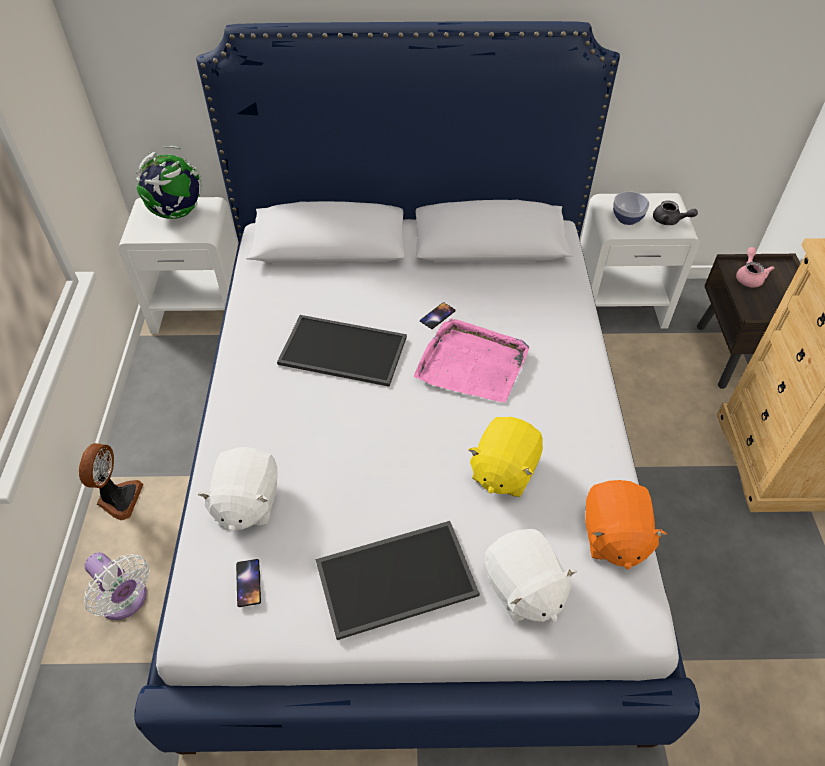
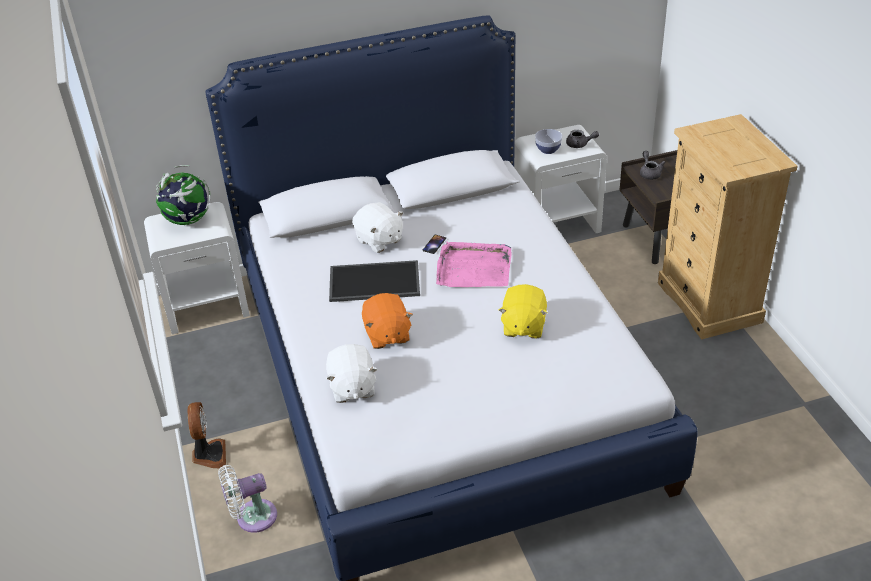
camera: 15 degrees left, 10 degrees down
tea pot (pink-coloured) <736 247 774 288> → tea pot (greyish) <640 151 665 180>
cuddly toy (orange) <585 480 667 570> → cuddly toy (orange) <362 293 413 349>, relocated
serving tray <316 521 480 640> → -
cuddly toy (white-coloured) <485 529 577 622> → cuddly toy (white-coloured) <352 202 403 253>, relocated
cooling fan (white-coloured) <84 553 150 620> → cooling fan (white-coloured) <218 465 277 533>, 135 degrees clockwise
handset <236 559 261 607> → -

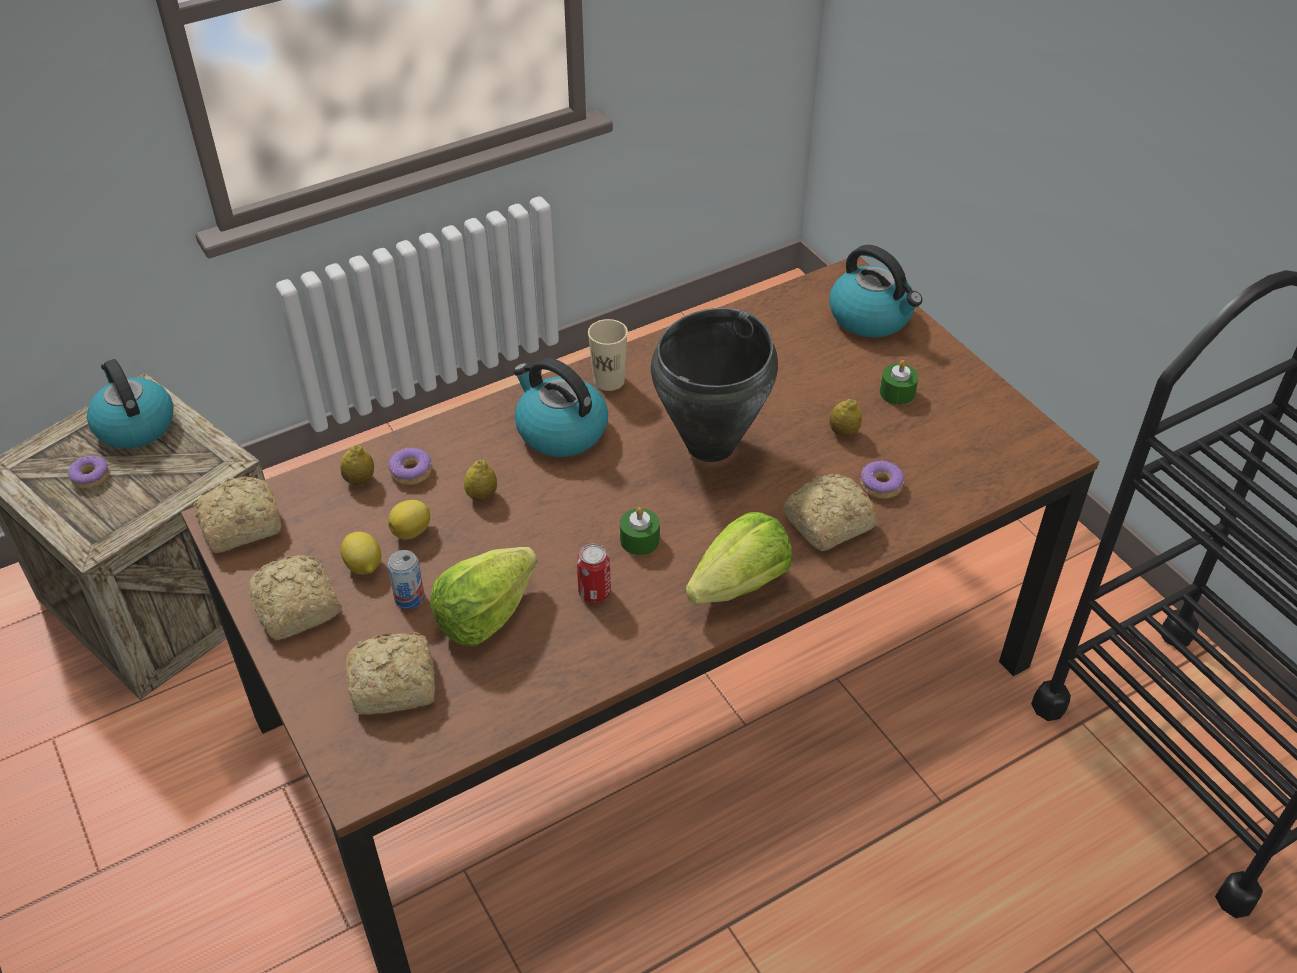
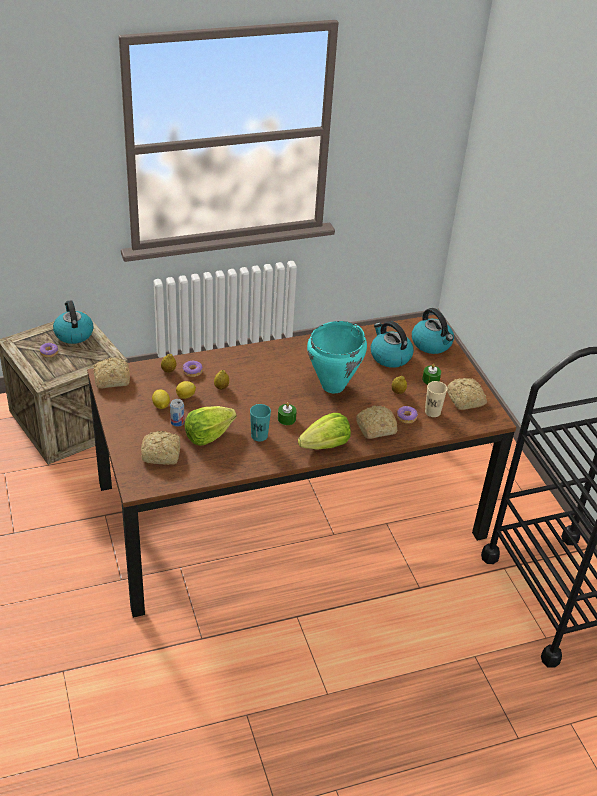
camera: 10 degrees right, 5 degrees down
cooking pot (black-coloured) <651 308 778 462> → cooking pot (turquoise) <307 321 367 393>
cup (beige-coloured) <588 319 628 391> → cup (beige-coloured) <425 381 447 417>, relocated
kettle <513 358 608 457> → kettle <371 321 414 368>, relocated
metal can <577 544 611 603> → cup (turquoise) <250 404 271 441>
bread <249 555 342 640> → bread <447 378 487 410>, relocated

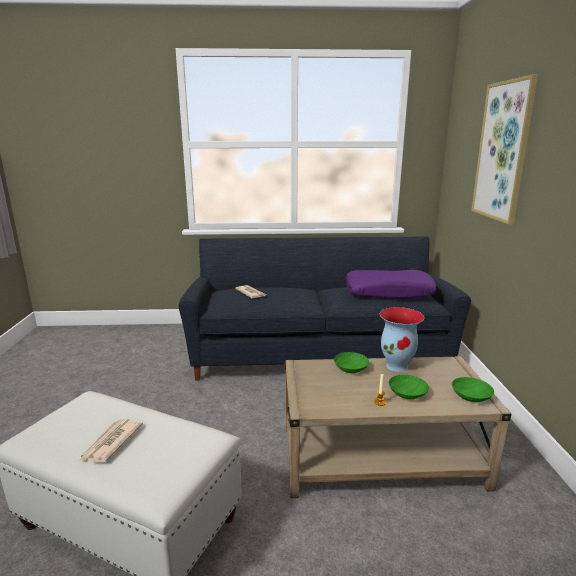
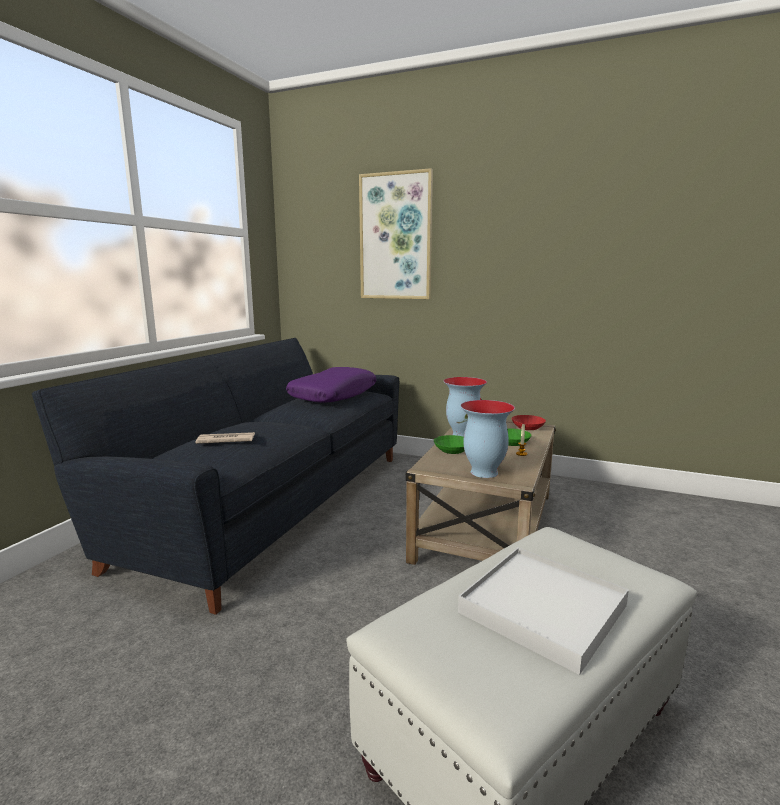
camera: 65 degrees left, 5 degrees down
deep dish (green) <452 377 494 402> → deep dish (red-coloured) <511 415 546 430>
daily paper <79 418 143 463> → serving tray (white-coloured) <458 547 629 675>
- → decorative vase <461 400 515 478>

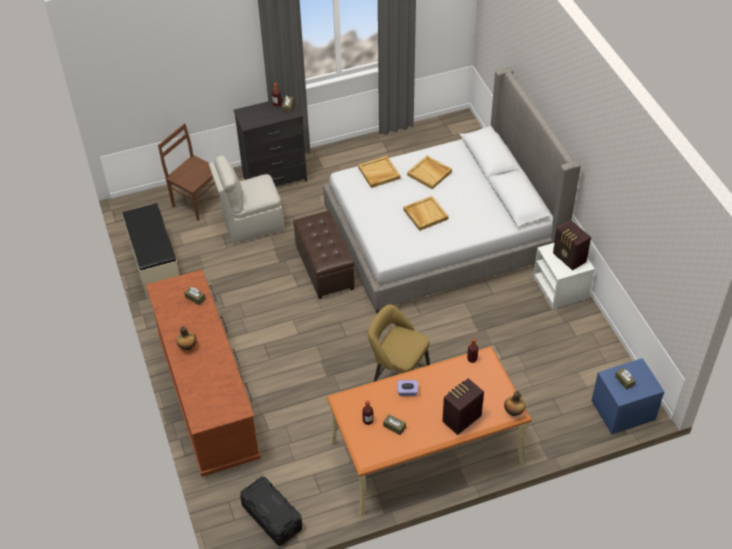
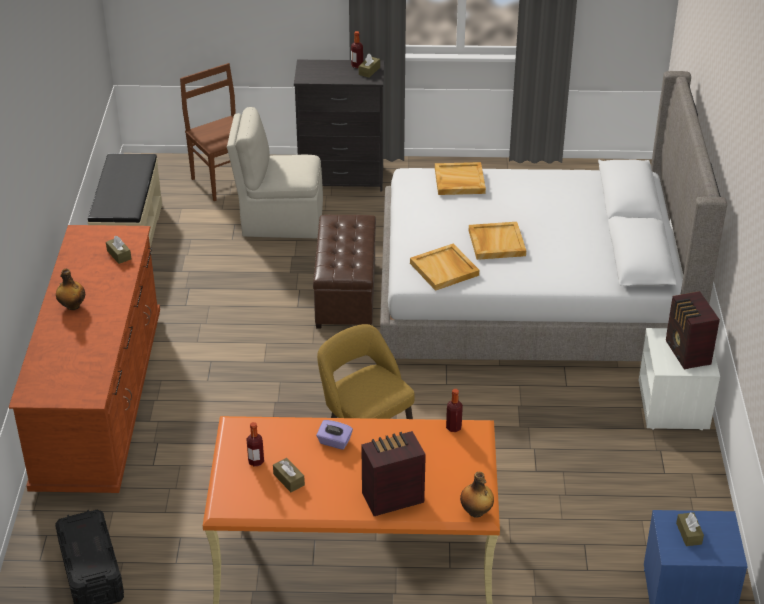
camera: 20 degrees right, 10 degrees down
serving tray (beige-coloured) <407 156 452 189> → serving tray (beige-coloured) <410 244 479 291>, relocated

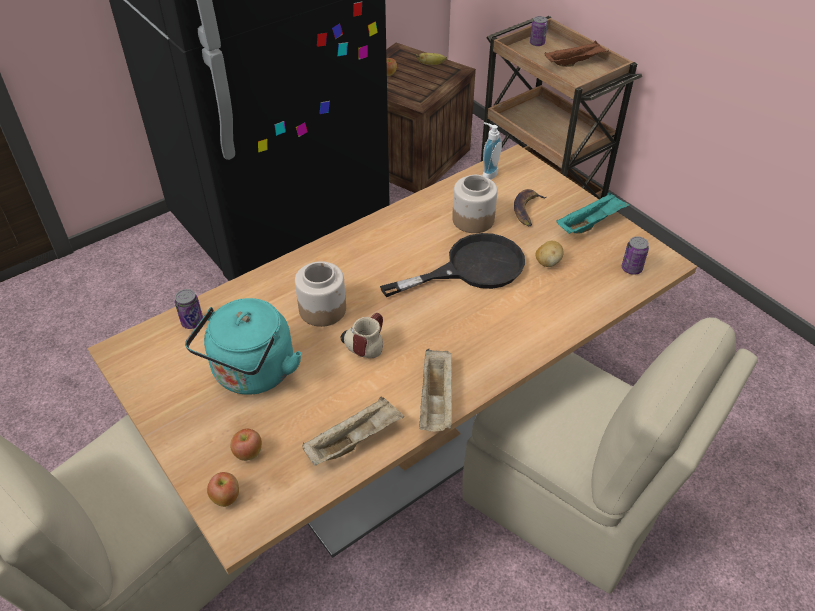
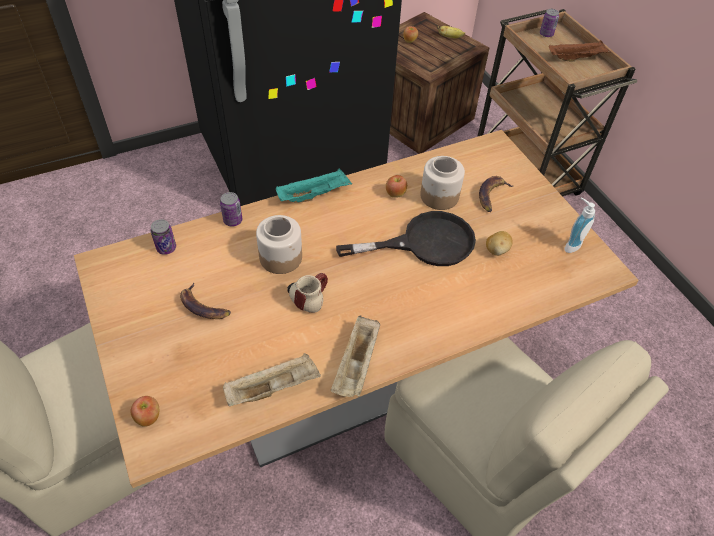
camera: 10 degrees right, 5 degrees up
soap bottle <482 122 502 180> → soap bottle <564 197 595 253>, relocated
serving tray (turquoise) <556 192 630 234> → serving tray (turquoise) <276 168 352 203>, relocated
metal can <622 236 649 275> → metal can <220 192 242 227>, relocated
kettle (turquoise) <185 298 302 395> → whole banana <180 283 231 319>
apple <230 428 262 461> → apple <386 175 407 198>, relocated

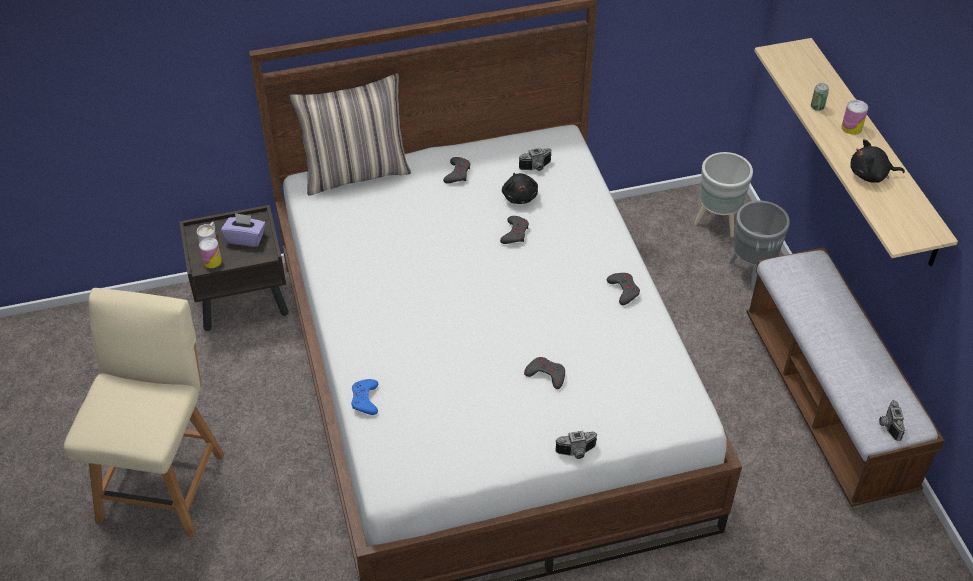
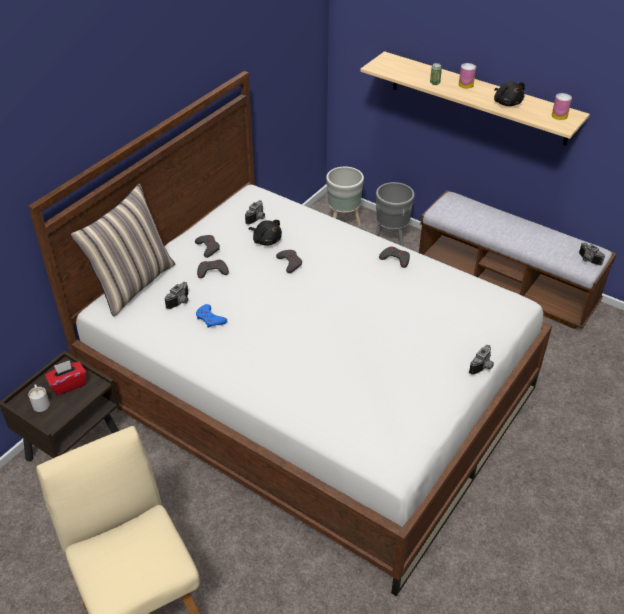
camera: 40 degrees left, 5 degrees down
cuddly toy (black-coloured) <850 139 905 183> → cuddly toy (black-coloured) <494 81 525 106>, 75 degrees counterclockwise
tissue holder (purple) <221 213 266 247> → tissue holder (red-coloured) <45 360 86 395>
metal can <199 238 222 268> → metal can <552 93 572 120>, relocated
gamepad (greyish) <524 357 565 389> → gamepad (greyish) <197 260 229 278>, relocated
gamepad (blue-coloured) <351 379 378 415> → gamepad (blue-coloured) <196 304 227 328>, relocated
- → photo camera <165 282 189 309>

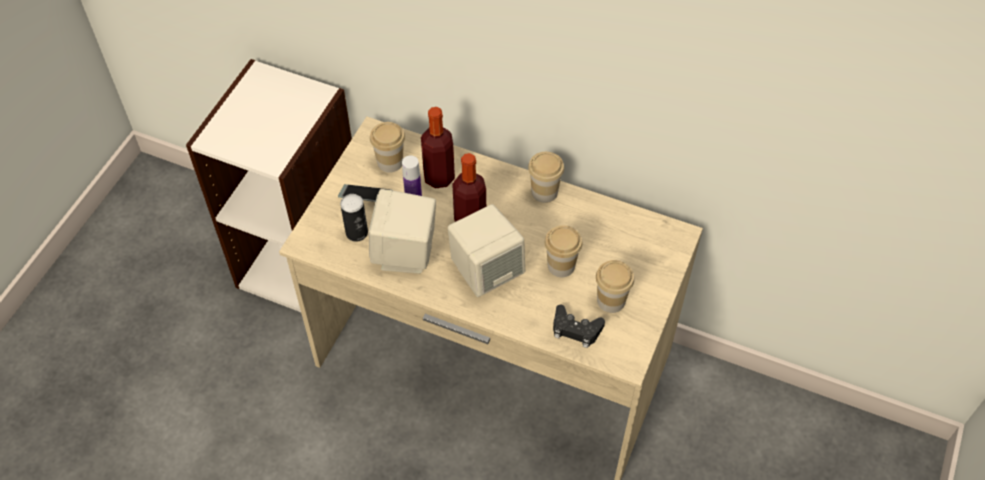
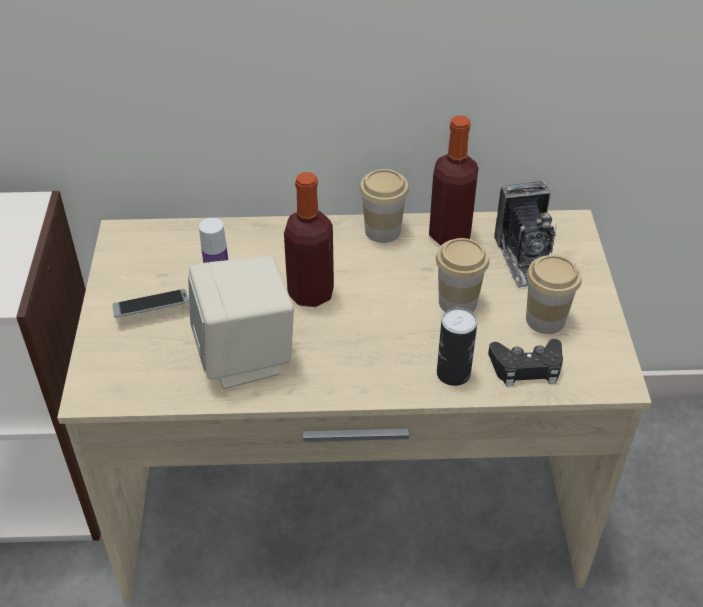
camera: 25 degrees left, 10 degrees down
beverage bottle <421 107 455 189> → beverage bottle <429 115 478 245>, relocated
cup <370 122 405 173> → -
metal can <340 194 368 242> → metal can <437 307 477 386>, relocated
speaker (beige-coloured) <448 204 525 297> → -
- → photo camera <494 181 556 288>

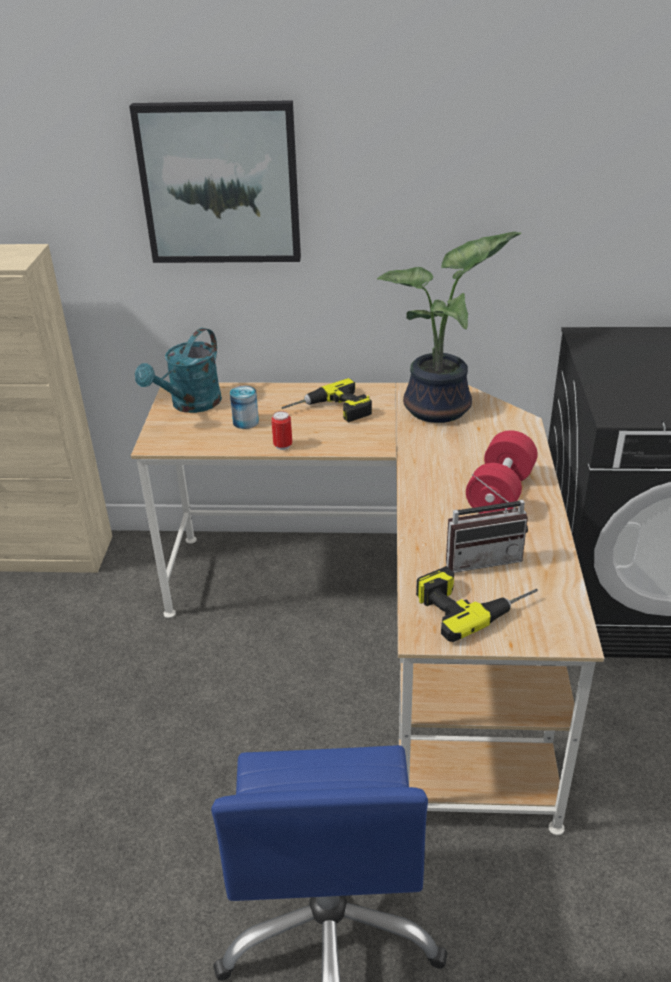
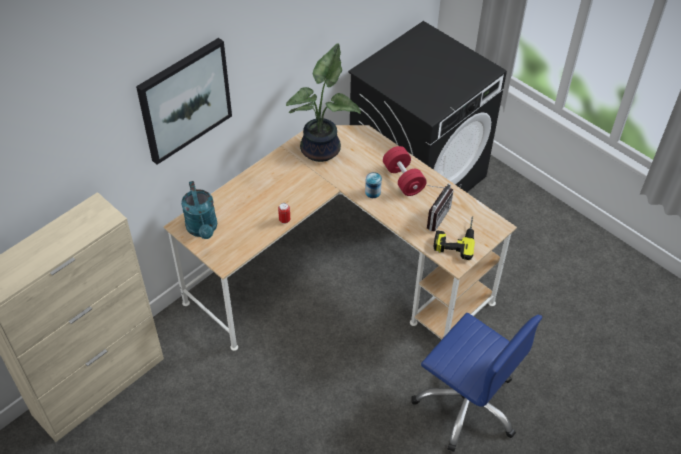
camera: 50 degrees left, 15 degrees up
power drill <282 378 372 422> → -
metal can <230 386 259 429> → metal can <365 172 382 198>, relocated

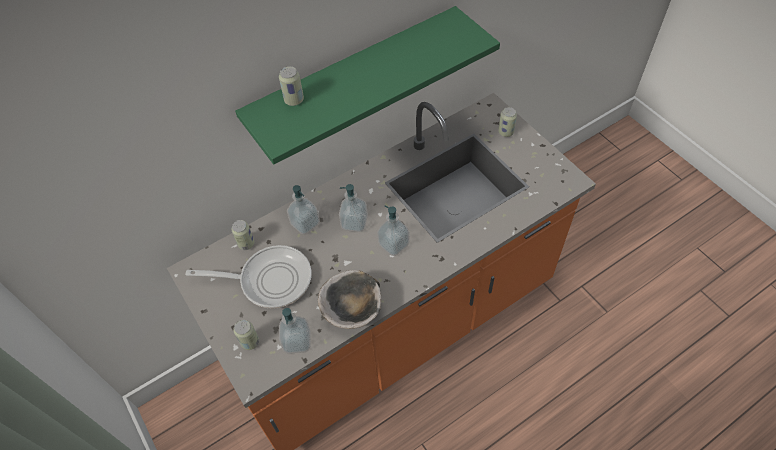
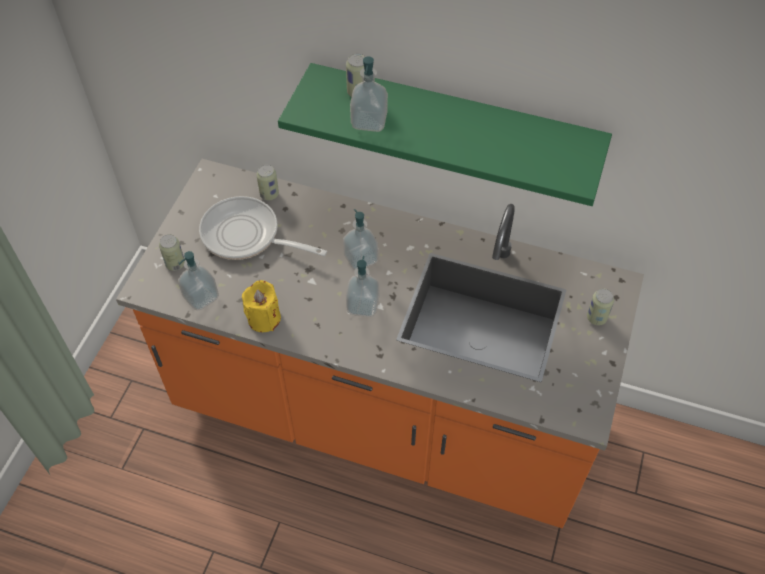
camera: 50 degrees right, 0 degrees up
soap bottle <287 185 320 235> → soap bottle <350 57 388 132>, relocated
skillet <186 245 312 309> → skillet <199 196 327 260>, 150 degrees clockwise
deep dish <318 270 381 329> → wax light (yellowish) <242 280 281 332>

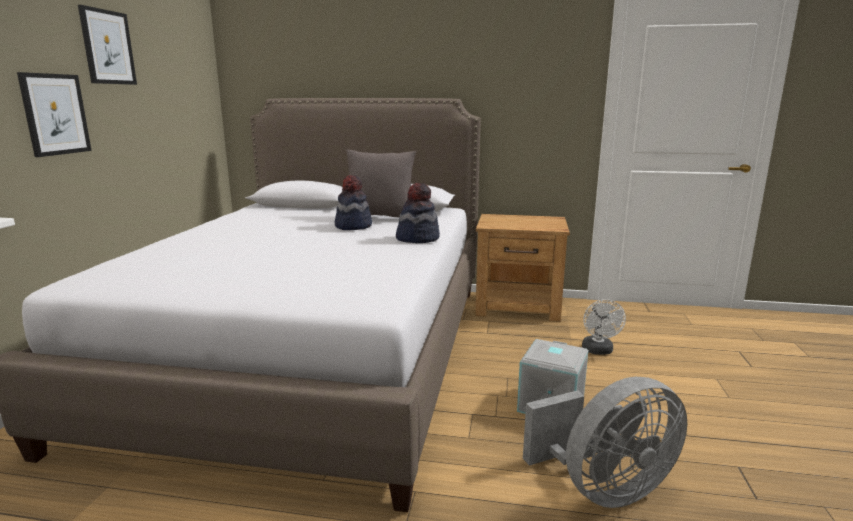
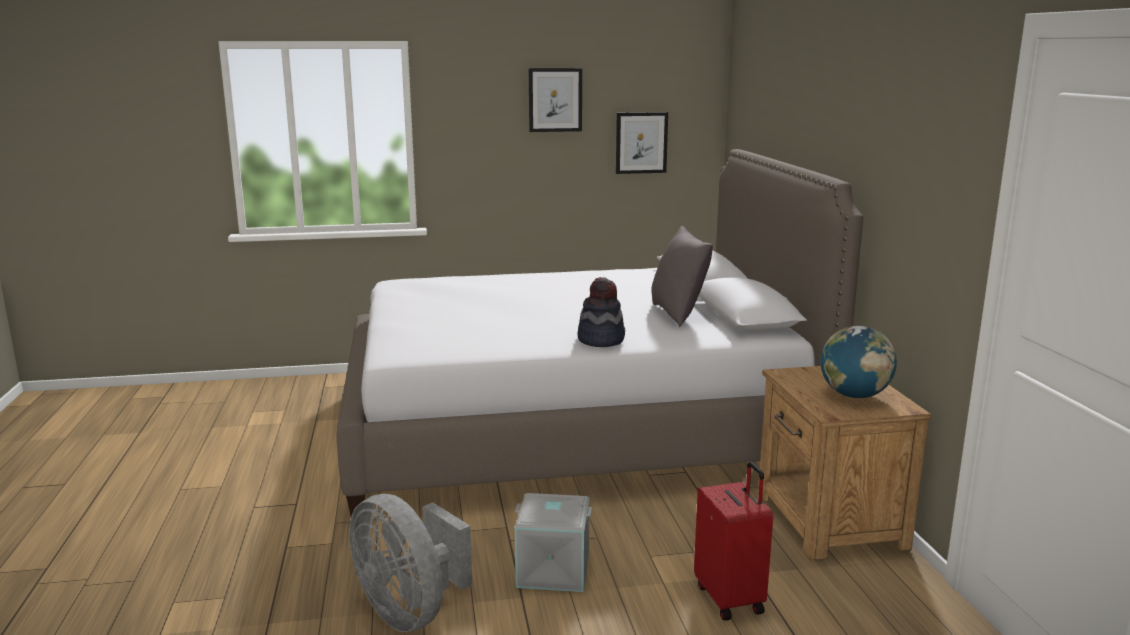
camera: 70 degrees right, 0 degrees up
wall picture <17 72 92 157> → wall picture <616 112 668 174>, relocated
hat <335 175 372 230> → -
cooling fan (white-coloured) <582 299 626 355> → travel case (red-coloured) <694 461 773 621>
- → world globe <820 326 897 398>

